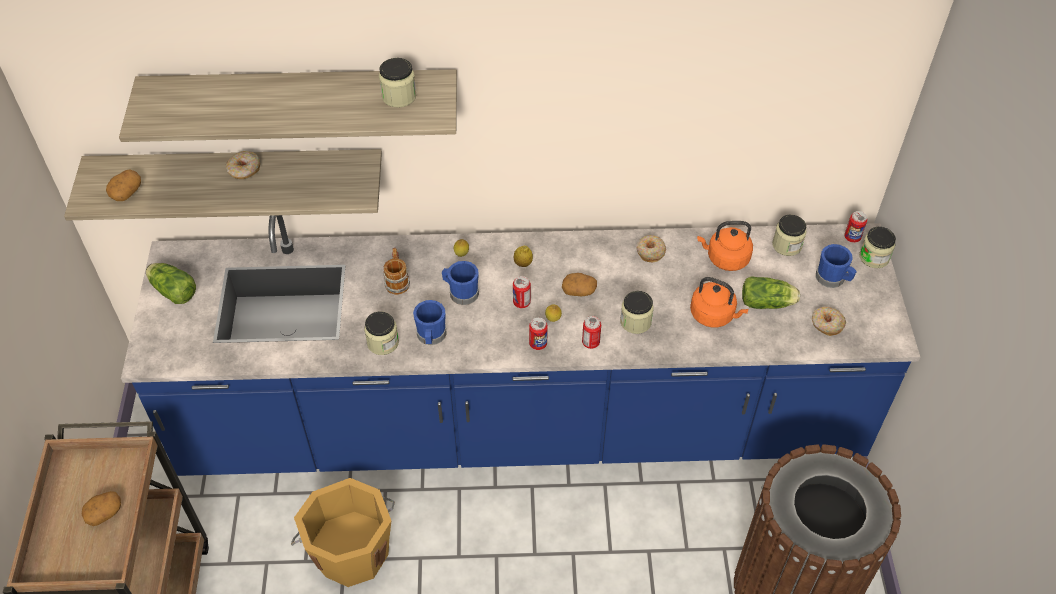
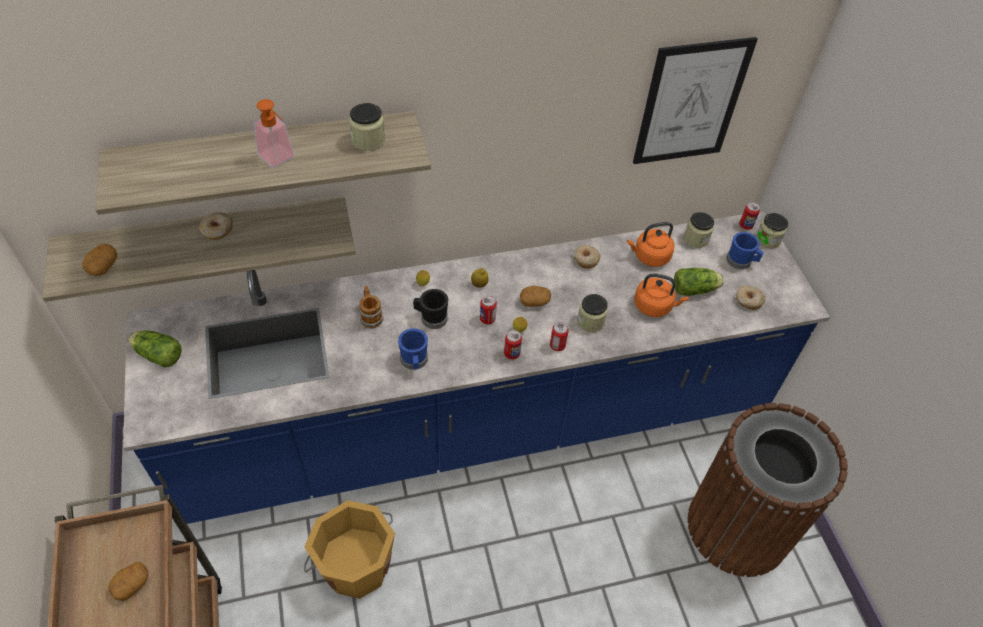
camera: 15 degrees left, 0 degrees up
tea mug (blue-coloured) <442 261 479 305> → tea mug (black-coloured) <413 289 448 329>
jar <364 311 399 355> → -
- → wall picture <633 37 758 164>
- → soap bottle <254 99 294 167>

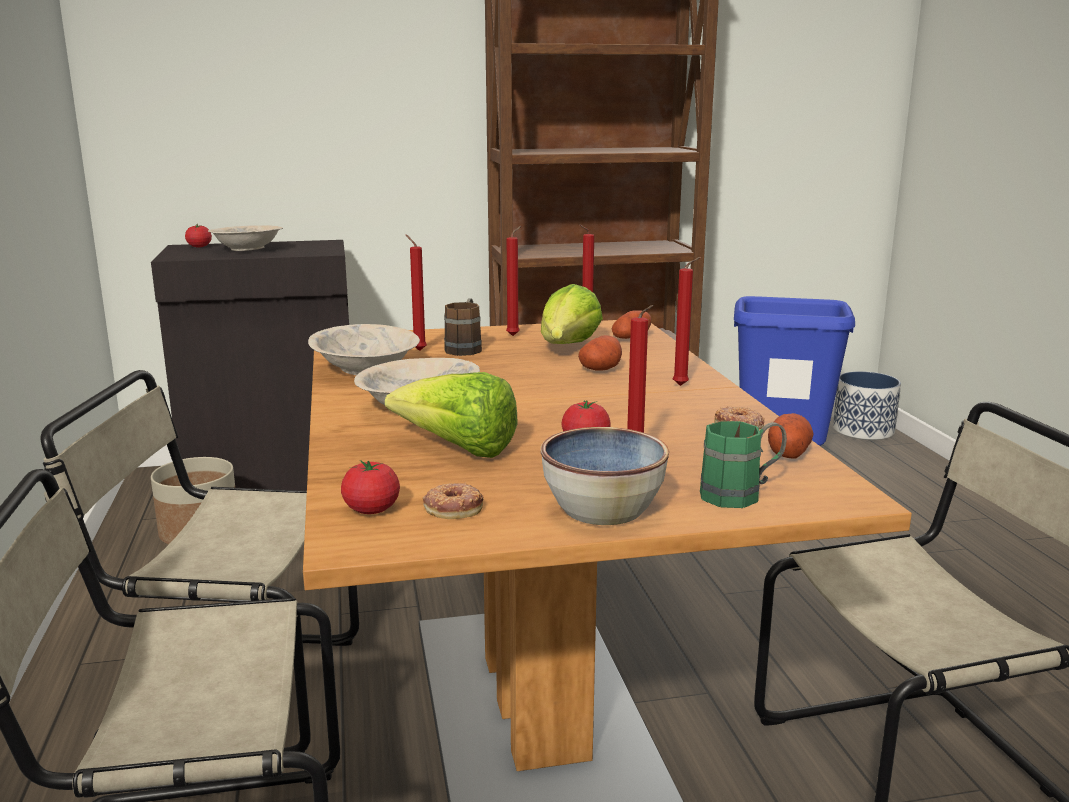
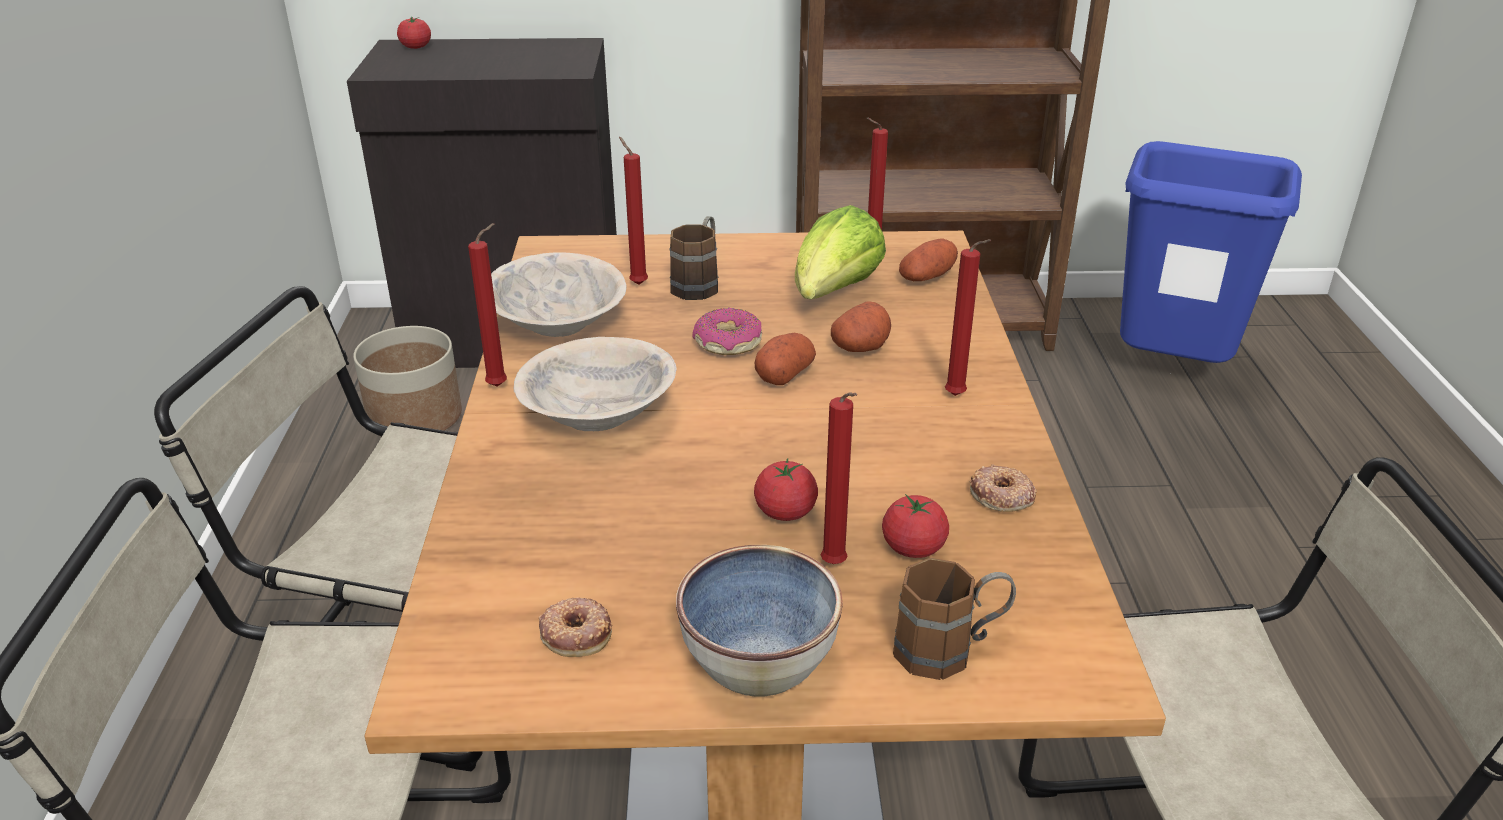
camera: 10 degrees right, 15 degrees up
deep dish (beige-coloured) <208 225 283 251> → -
wax light (red-coloured) <506 226 521 336> → wax light (red-coloured) <468 223 507 387>, relocated
planter <833 371 901 440> → -
head of lettuce <385 372 518 458> → -
potato <768 413 814 458> → potato <754 333 816 385>, relocated
tea mug (green) <700 421 787 508> → tea mug (brown) <893 558 1016 680>
tomato <341 460 400 514> → tomato <882 494 949 558>, relocated
- → doughnut <692 308 762 355>

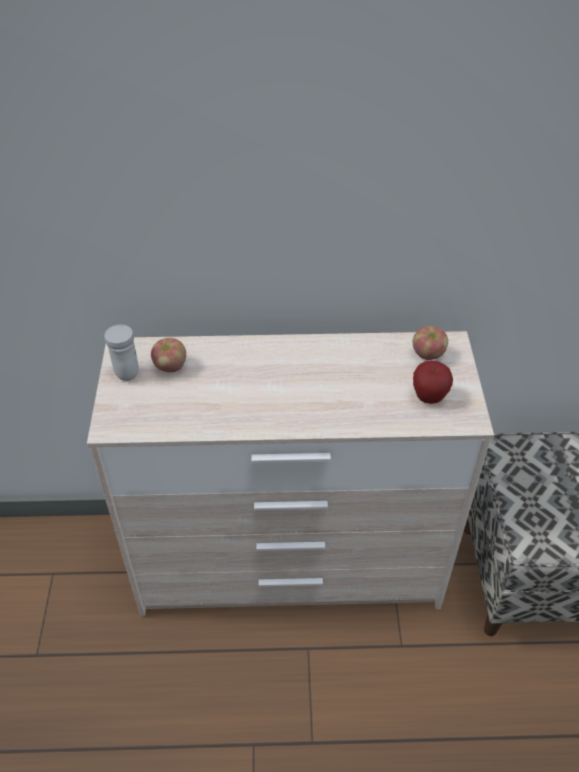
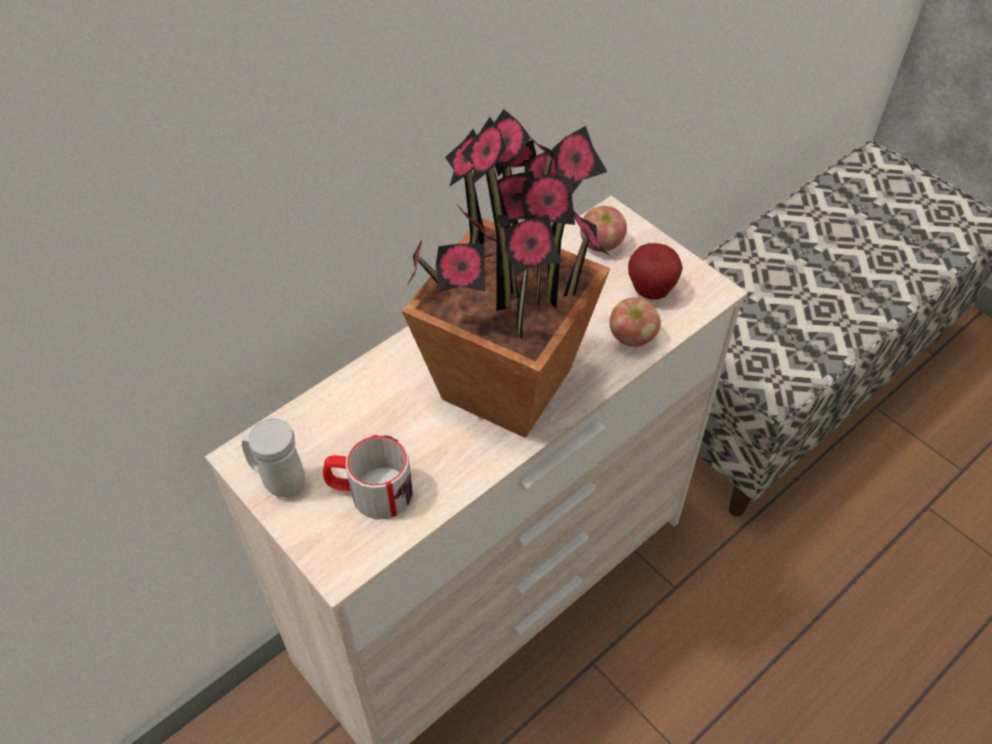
camera: 40 degrees left, 5 degrees up
apple <151 338 186 372> → apple <610 298 661 347>, relocated
- → plant in a pot <402 109 610 438>
- → tea mug <323 435 413 520>

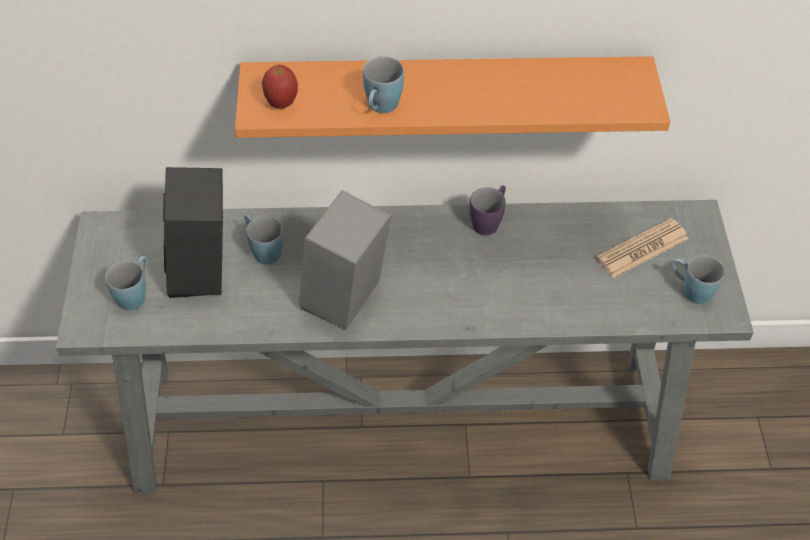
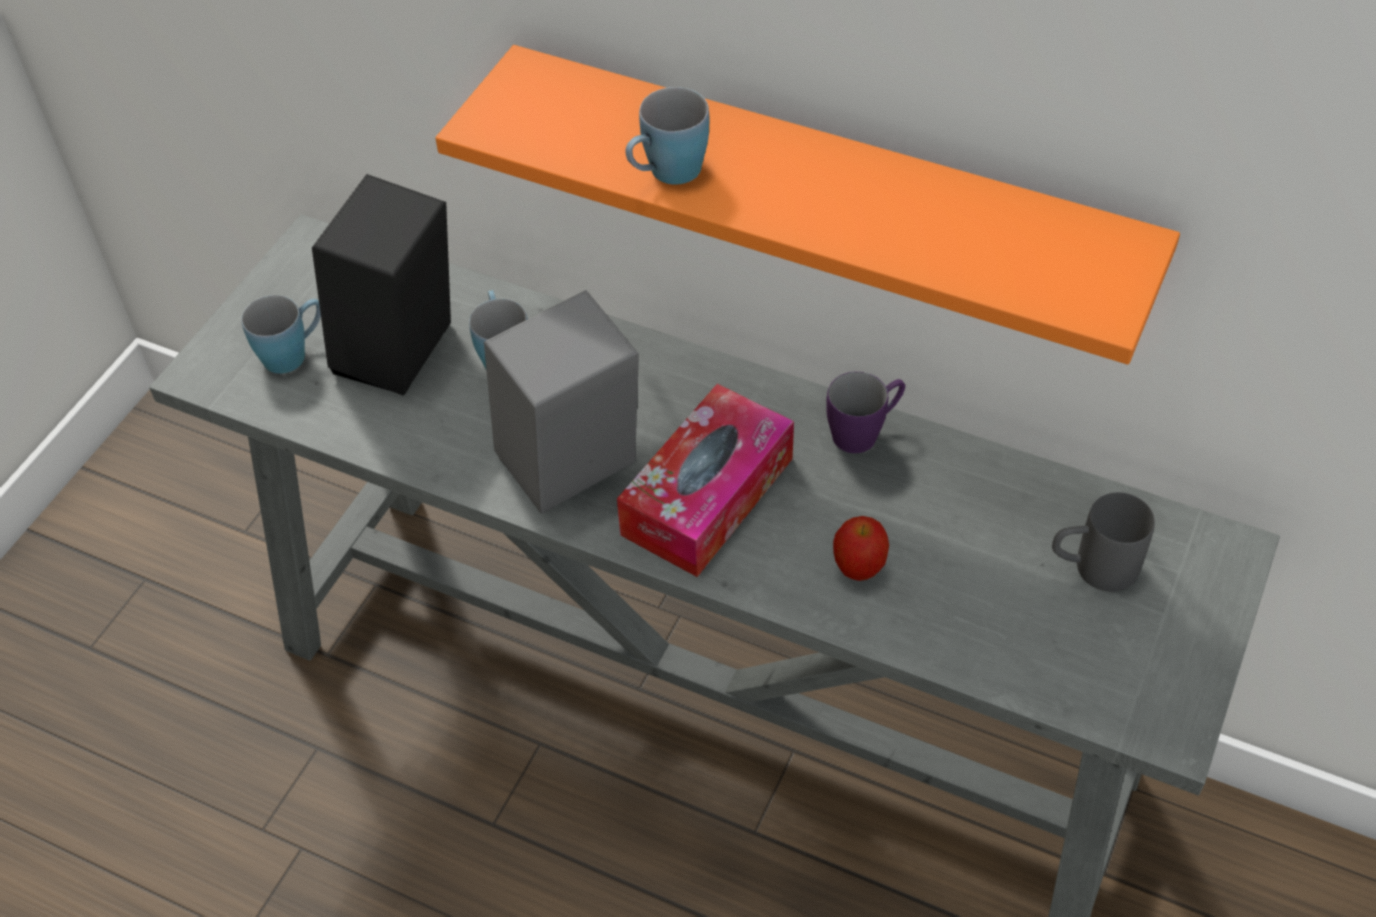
camera: 30 degrees right, 0 degrees up
apple <262 65 298 109> → apple <833 516 889 581>, relocated
daily paper <596 218 689 278> → tea mug (greyish) <1052 492 1155 592>
tea mug (blue-coloured) <672 255 725 304> → -
- → tissue holder <617 384 794 577>

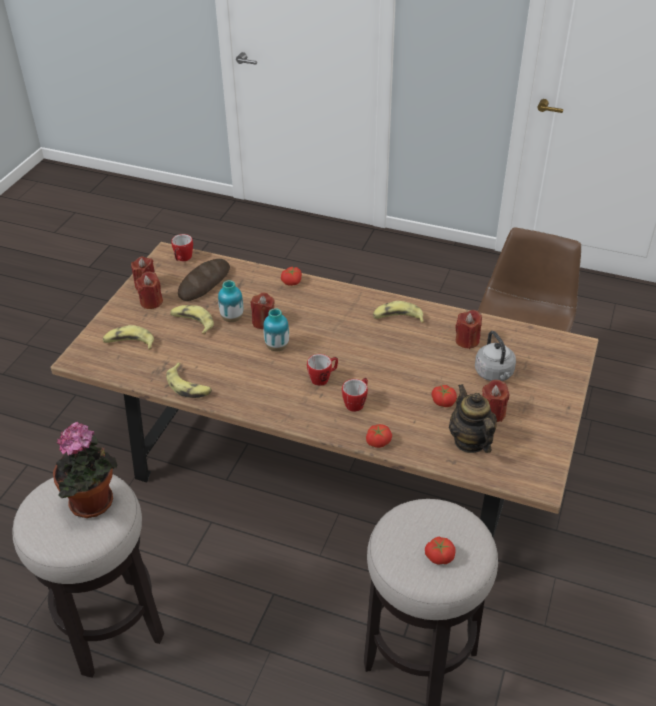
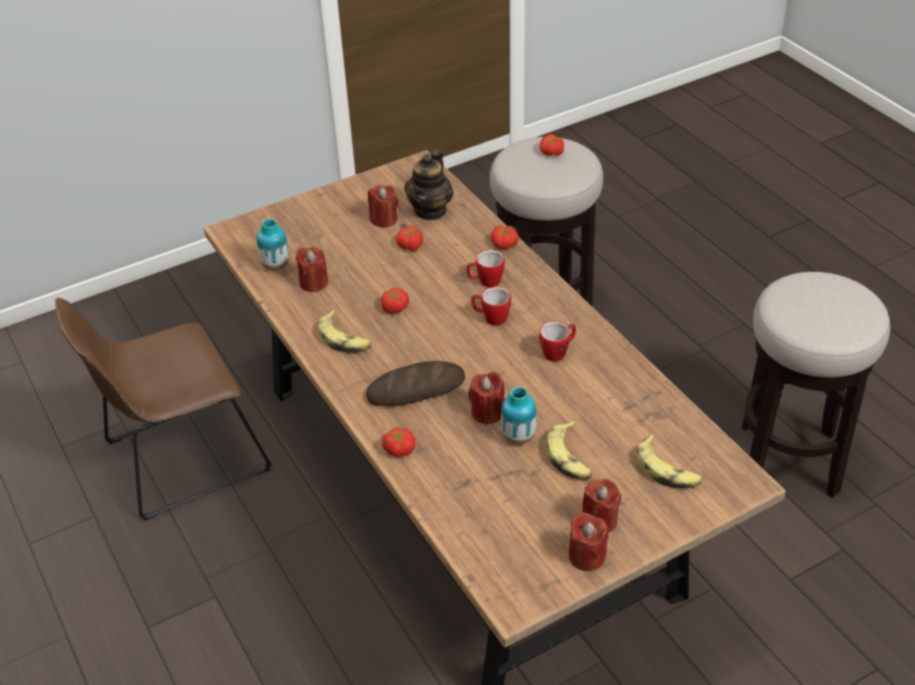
camera: 140 degrees left, 0 degrees up
tea mug <171 234 193 261> → tea mug <539 321 576 361>, relocated
bread <178 259 230 301> → bread <366 361 465 406>, relocated
decorative vase <263 308 289 351> → decorative vase <257 219 289 271>, relocated
kettle (greyish) <475 331 516 381> → -
whole banana <166 363 212 398> → -
plant in a pot <53 422 117 518> → -
- → tomato <381 288 409 314>

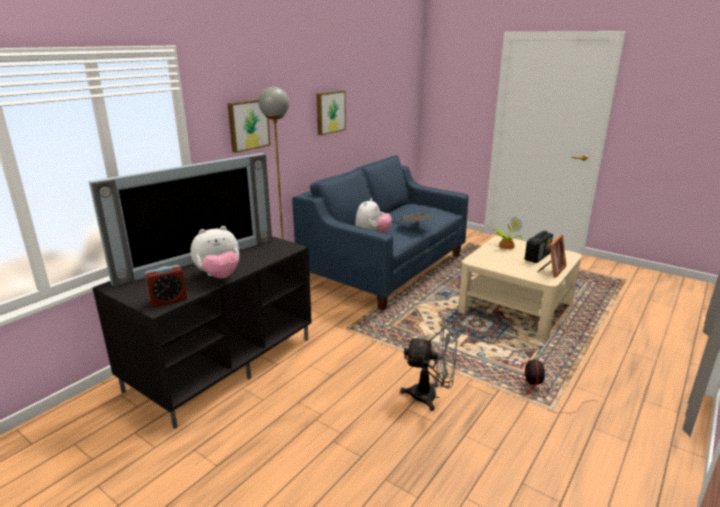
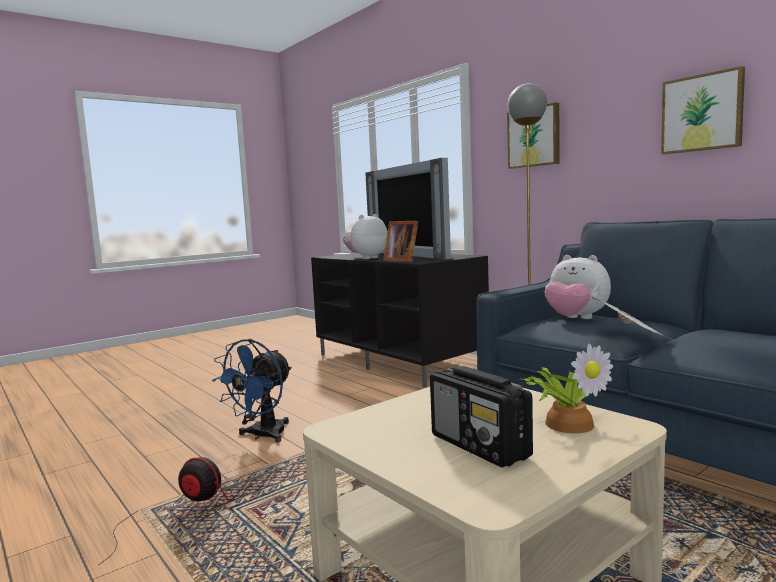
camera: 105 degrees right, 15 degrees down
cuddly toy <191 226 239 279> → cuddly toy <343 214 388 259>, 60 degrees clockwise
standing frame <538 235 566 277> → standing frame <383 221 418 263>, relocated
table clock <145 265 187 307> → -
cooling fan (greyish) <400 325 458 411> → cooling fan (blue-coloured) <212 339 292 442>

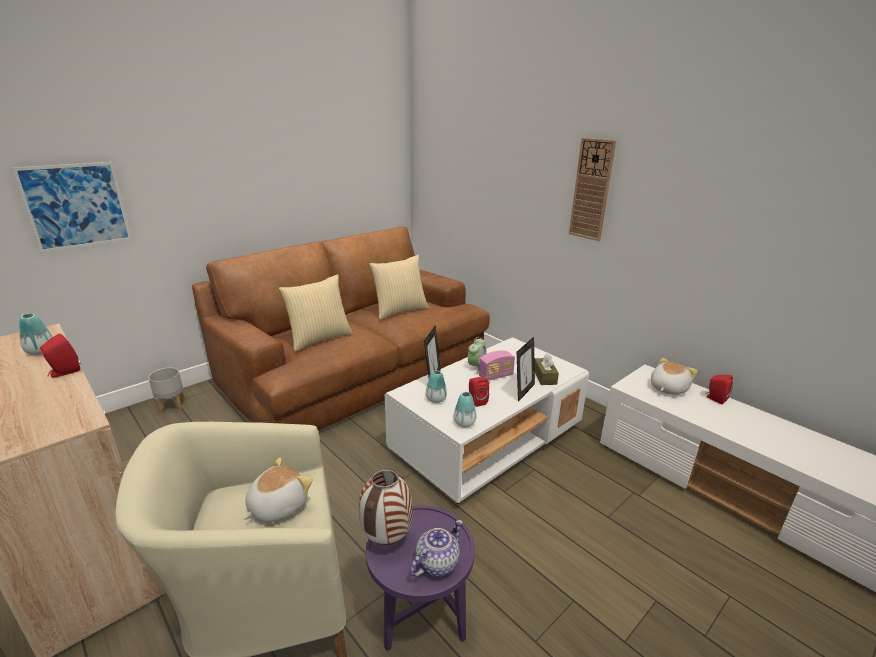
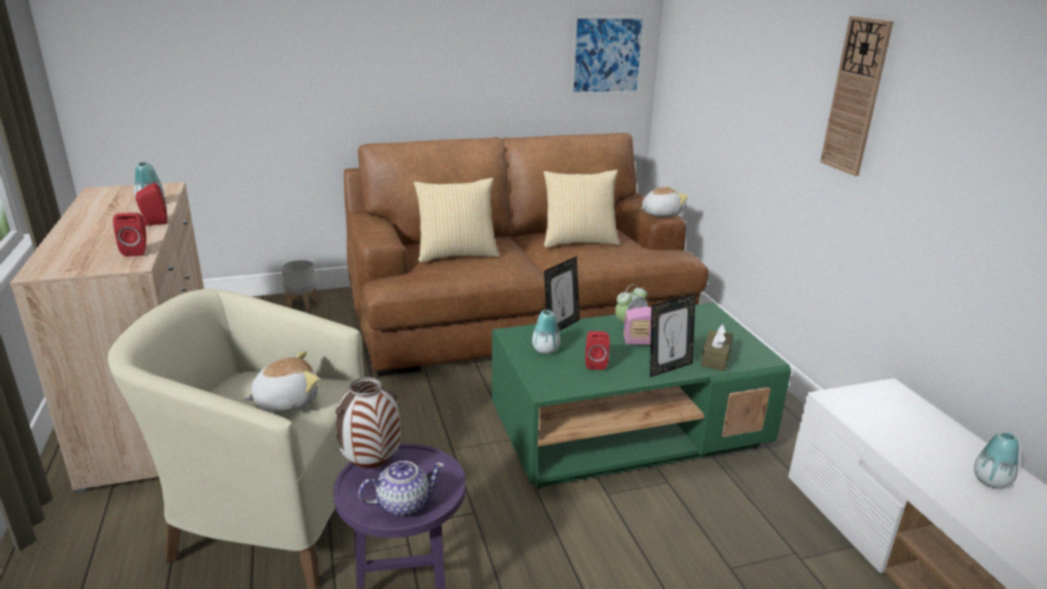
camera: 25 degrees right, 0 degrees up
wall picture <12 162 132 253> → wall picture <570 16 646 95>, relocated
low table (white-coloured) <385 337 589 504> → low table (green) <491 303 791 489>
cuddly toy <651 358 697 395> → cuddly toy <640 186 688 217>, relocated
speaker (red-coloured) <705 375 733 404> → speaker (red-coloured) <113 213 146 257>, relocated
decorative vase <454 392 477 428> → decorative vase <974 432 1019 489>, relocated

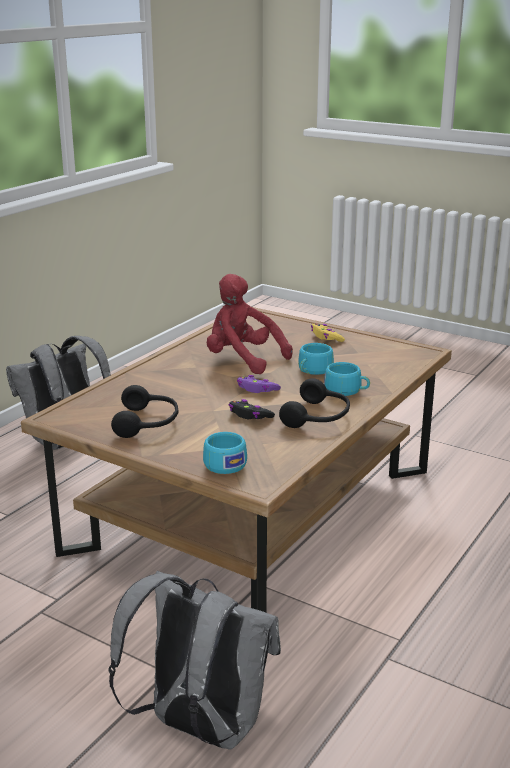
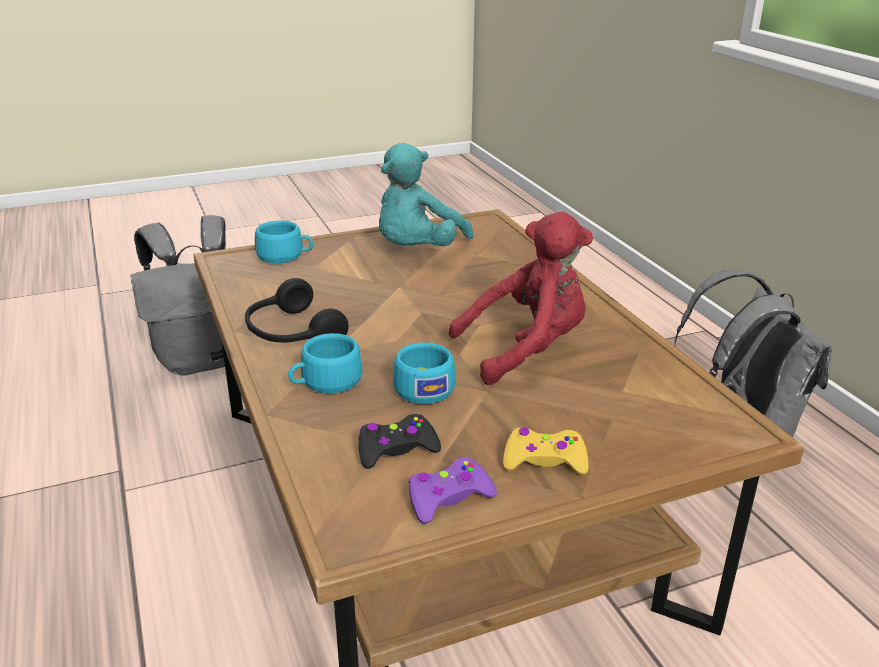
camera: 125 degrees right, 5 degrees up
gamepad (purple) <237 375 281 393> → gamepad (purple) <408 457 497 524>, relocated
headphones (black-coloured) <111 385 179 438> → cuddly toy (turquoise) <379 143 474 246>
gamepad (black-coloured) <228 399 275 419> → gamepad (black-coloured) <358 414 441 469>, relocated

